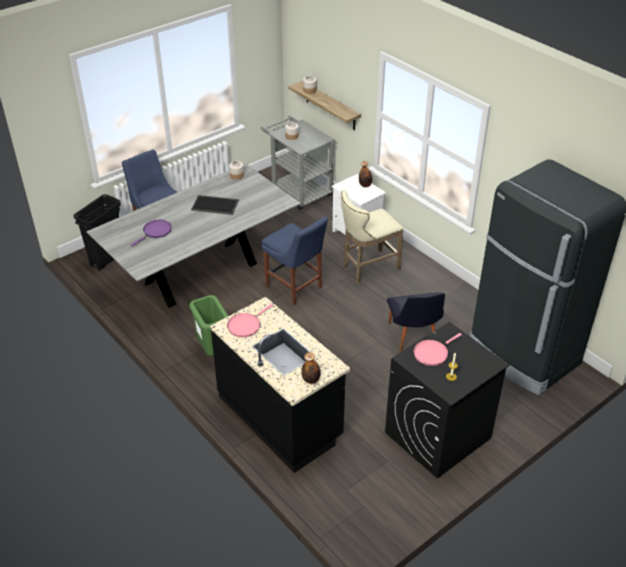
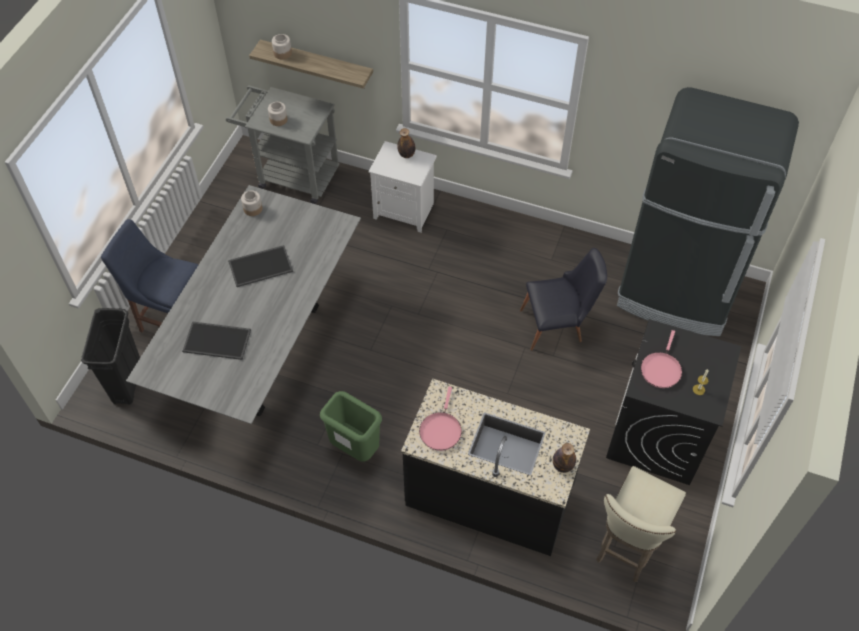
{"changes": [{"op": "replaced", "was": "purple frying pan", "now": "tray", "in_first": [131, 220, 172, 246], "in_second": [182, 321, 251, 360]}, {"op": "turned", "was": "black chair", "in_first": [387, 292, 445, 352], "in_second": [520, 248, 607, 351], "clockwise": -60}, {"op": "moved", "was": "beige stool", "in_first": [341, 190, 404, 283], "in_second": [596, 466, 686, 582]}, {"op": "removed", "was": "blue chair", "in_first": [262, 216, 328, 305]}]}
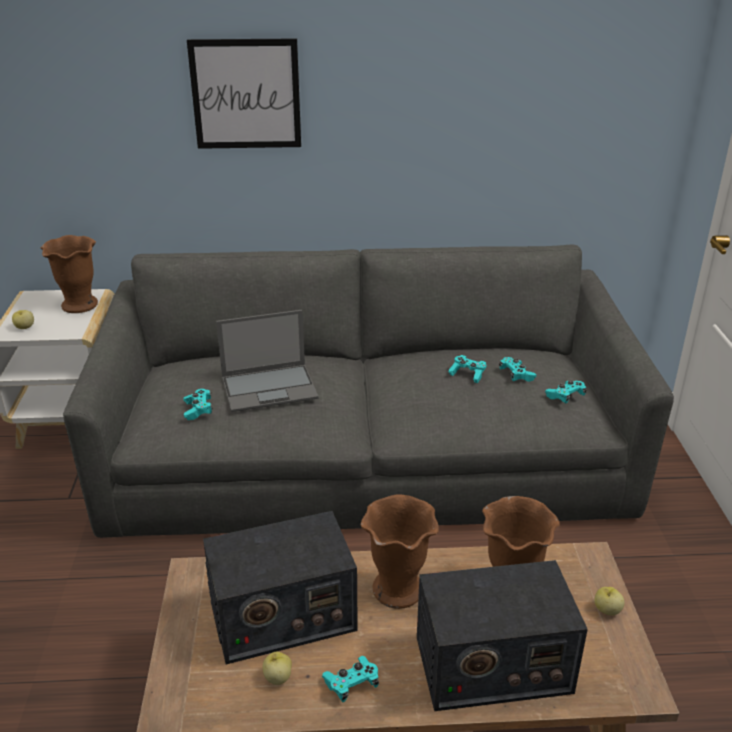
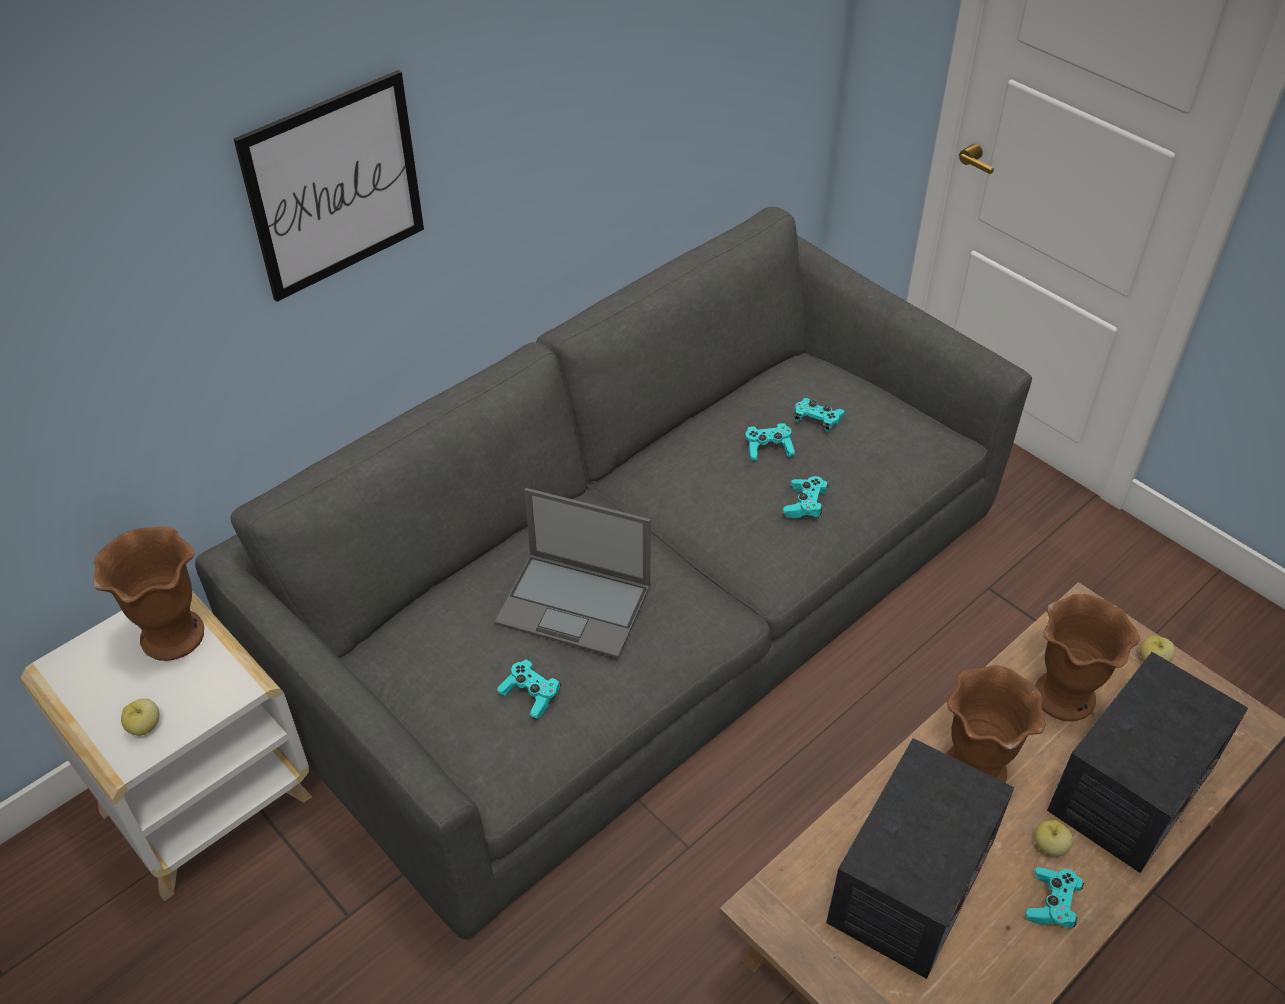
{"changes": [{"op": "turned", "was": "laptop", "in_first": [216, 310, 318, 412], "in_second": [495, 488, 651, 658], "clockwise": 75}, {"op": "moved", "was": "turquoise game controller", "in_first": [545, 380, 587, 404], "in_second": [783, 476, 829, 518]}, {"op": "moved", "was": "apple", "in_first": [262, 652, 292, 685], "in_second": [1035, 820, 1073, 856]}]}
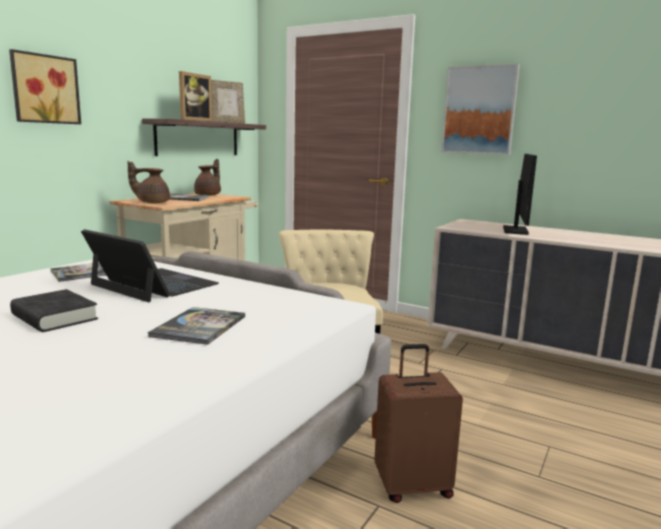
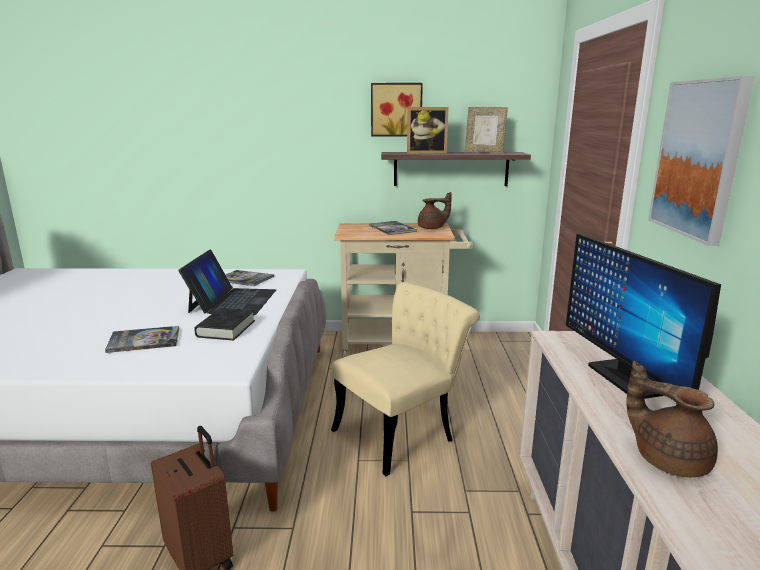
{"changes": [{"op": "moved", "was": "black book", "in_first": [10, 289, 98, 332], "in_second": [194, 308, 255, 340]}, {"op": "moved", "was": "picture", "in_first": [9, 49, 81, 124], "in_second": [371, 83, 423, 137]}, {"op": "turned", "was": "monitor", "in_first": [503, 154, 537, 235], "in_second": [566, 233, 721, 399], "clockwise": 90}, {"op": "moved", "was": "brown teapot", "in_first": [127, 161, 170, 203], "in_second": [626, 361, 718, 477]}]}
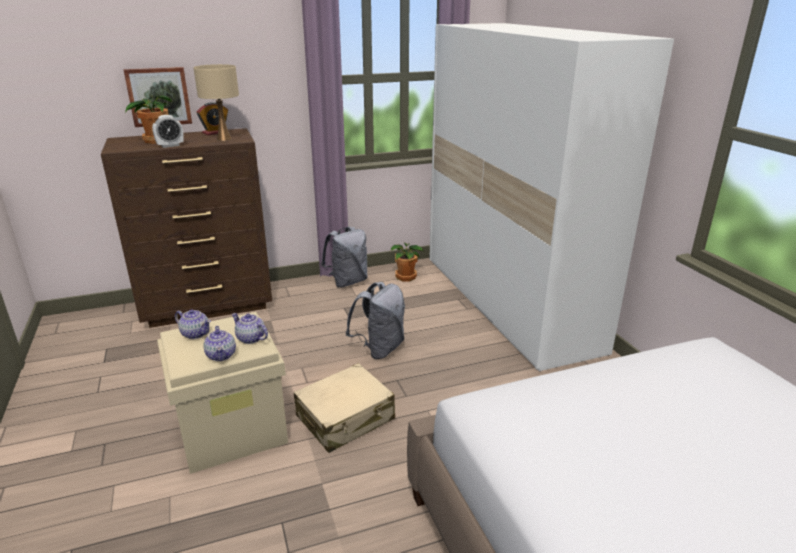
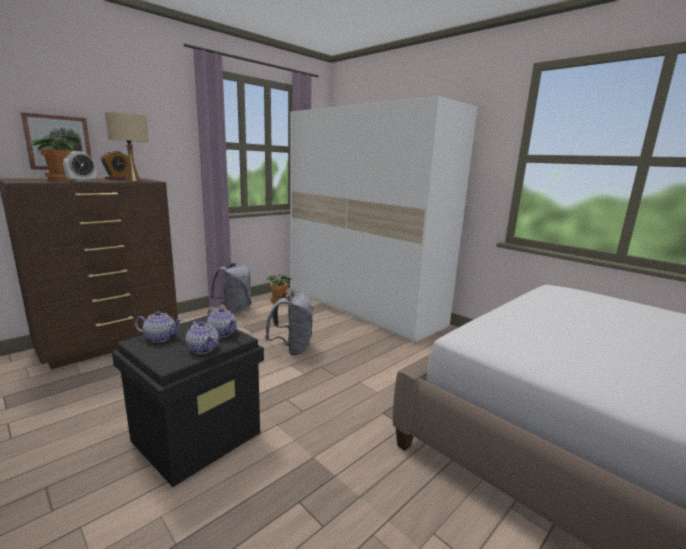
{"changes": [{"op": "recoloured", "was": "beige storage box", "now": "black storage box", "in_first": [157, 312, 288, 474], "in_second": [112, 316, 264, 487]}, {"op": "turned", "was": "teapot", "in_first": [232, 313, 268, 344], "in_second": [207, 308, 237, 338], "clockwise": -150}, {"op": "removed", "was": "beige suitcase", "in_first": [294, 363, 395, 453]}]}
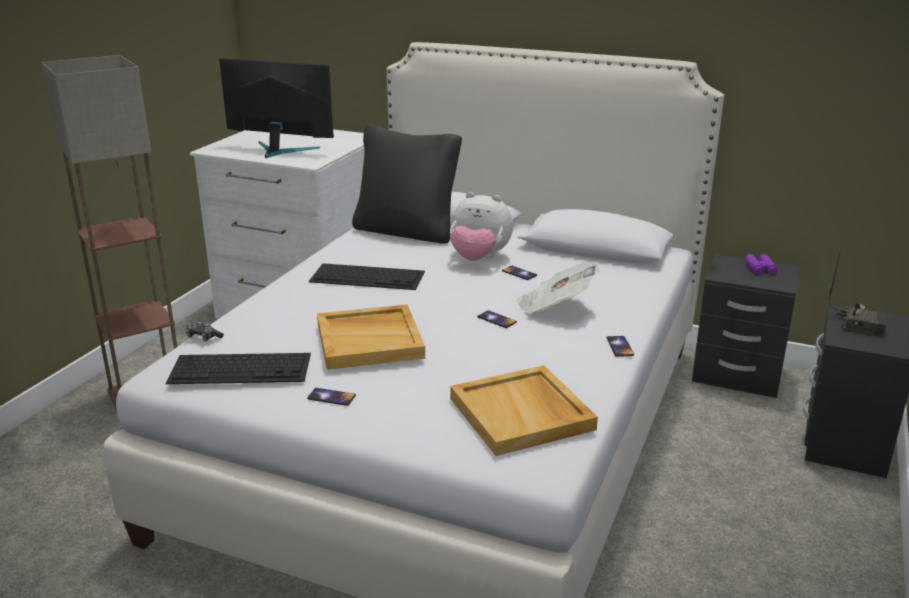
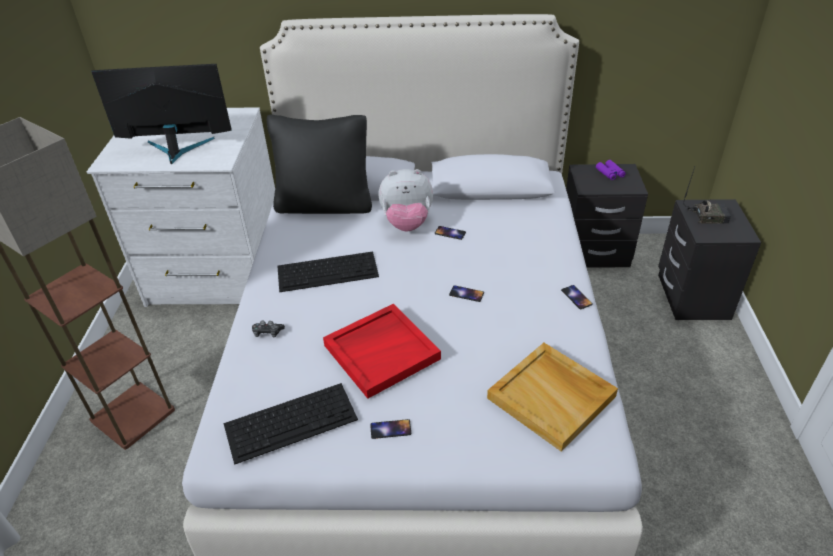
{"changes": [{"op": "moved", "was": "game controller", "in_first": [185, 321, 224, 342], "in_second": [252, 320, 285, 337]}, {"op": "recoloured", "was": "beige tray", "now": "red tray", "in_first": [317, 304, 425, 370], "in_second": [323, 304, 441, 399]}, {"op": "removed", "was": "newspaper", "in_first": [516, 263, 599, 315]}]}
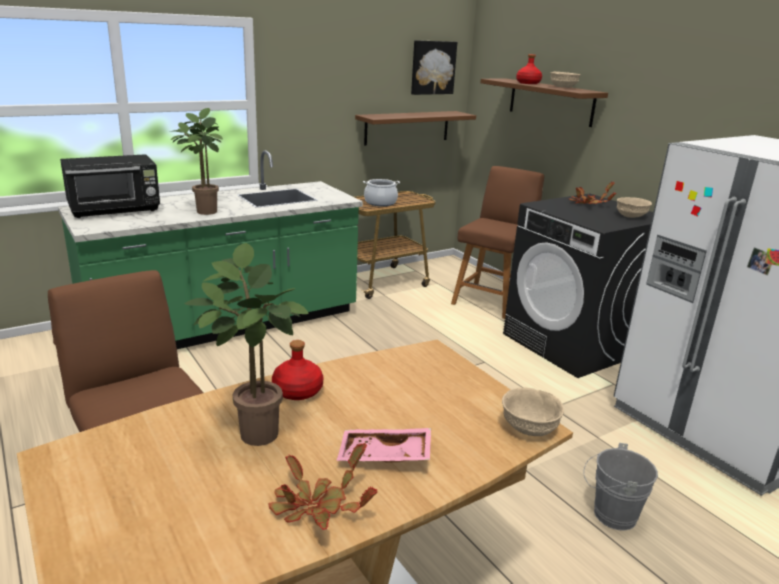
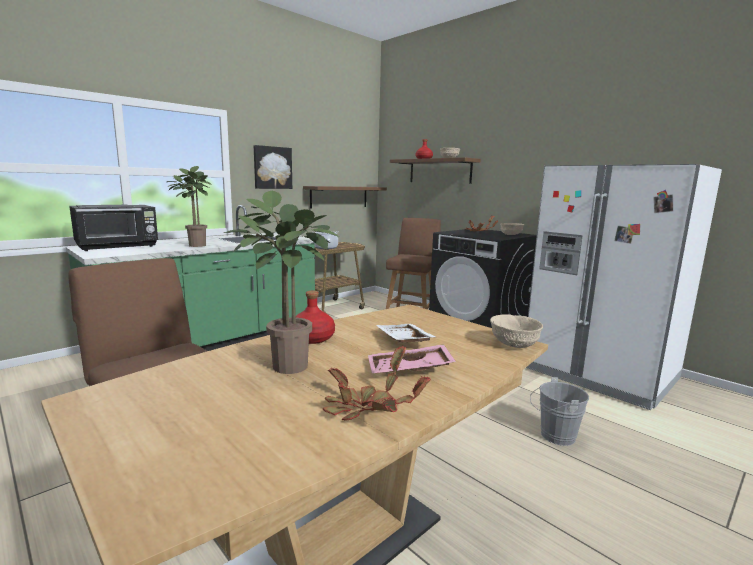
{"changes": [{"op": "moved", "was": "picture", "in_first": [411, 40, 457, 95], "in_second": [254, 145, 292, 189]}, {"op": "added", "now": "white tray", "in_second": [376, 324, 436, 343]}]}
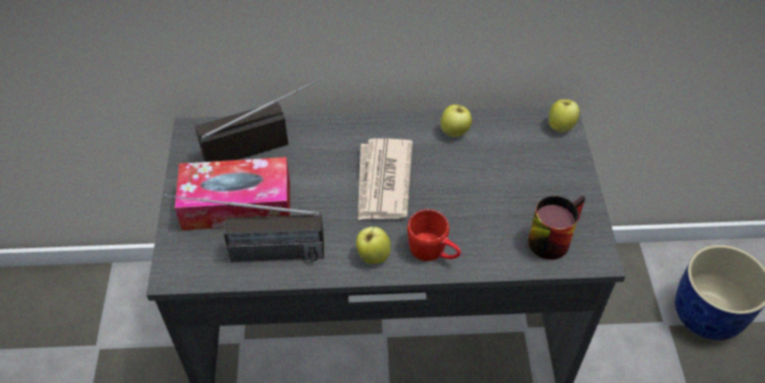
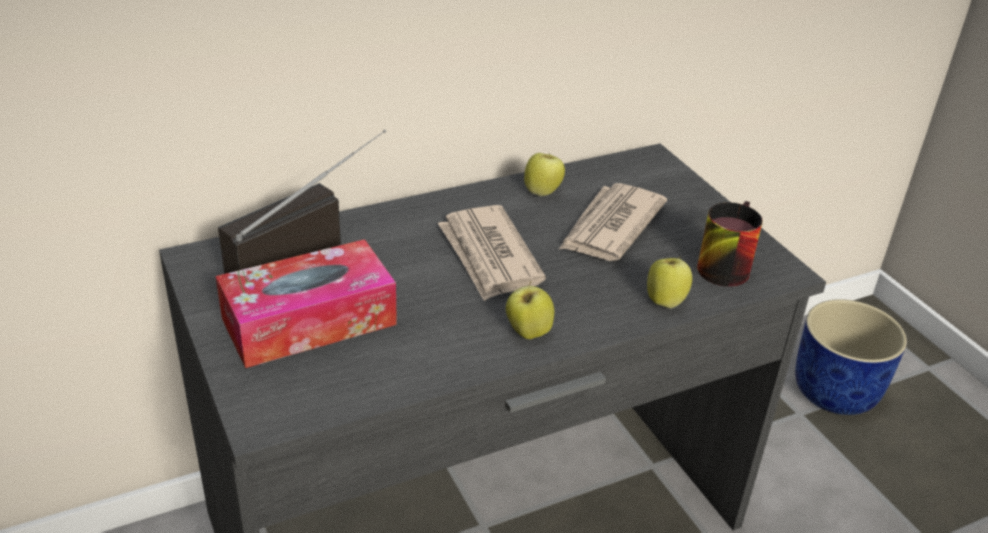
{"changes": [{"op": "added", "now": "newspaper", "in_second": [558, 183, 667, 261]}, {"op": "moved", "was": "apple", "in_first": [549, 99, 580, 133], "in_second": [647, 256, 692, 308]}, {"op": "removed", "was": "radio", "in_first": [165, 195, 324, 262]}, {"op": "removed", "was": "red mug", "in_first": [407, 209, 461, 261]}]}
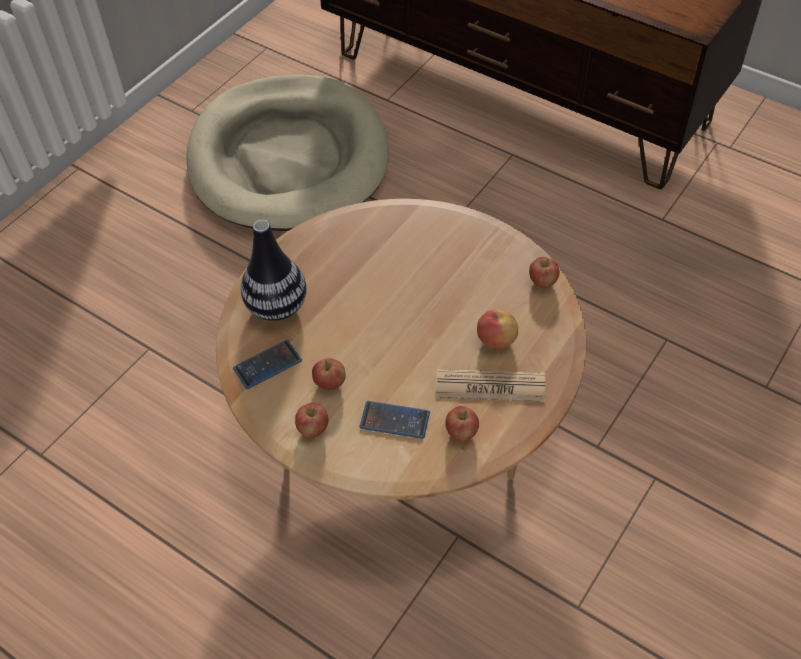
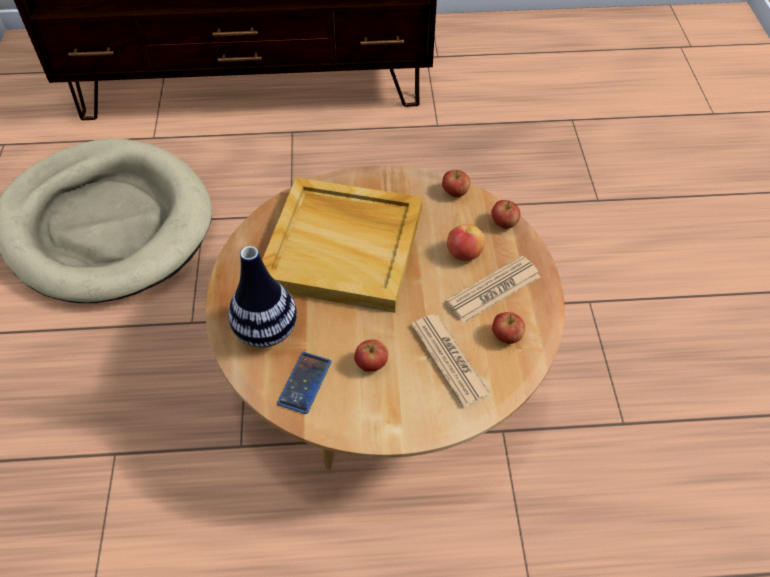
{"changes": [{"op": "added", "now": "beige tray", "in_second": [262, 177, 422, 313]}, {"op": "replaced", "was": "phone", "now": "newspaper", "in_first": [360, 401, 430, 439], "in_second": [411, 315, 491, 408]}, {"op": "moved", "was": "apple", "in_first": [295, 403, 329, 438], "in_second": [491, 200, 521, 229]}]}
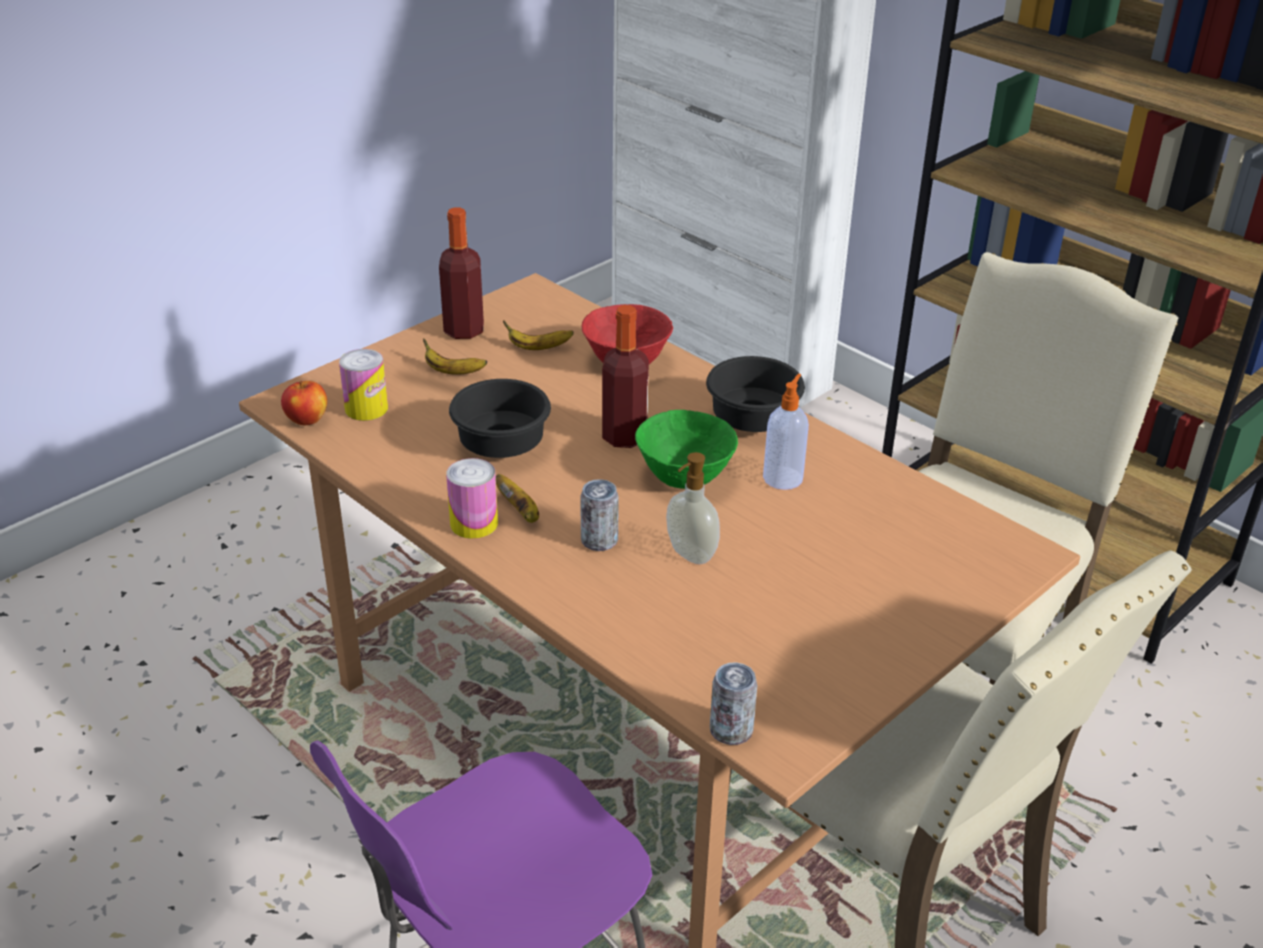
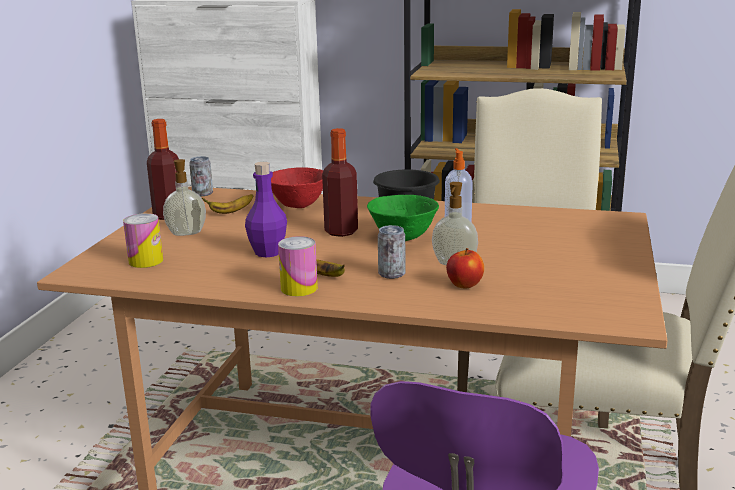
{"changes": [{"op": "replaced", "was": "banana", "now": "soap dispenser", "in_first": [423, 338, 487, 375], "in_second": [163, 159, 206, 236]}, {"op": "moved", "was": "can", "in_first": [710, 662, 757, 745], "in_second": [189, 156, 213, 196]}, {"op": "replaced", "was": "black bowl", "now": "purple bottle", "in_first": [449, 379, 551, 458], "in_second": [245, 162, 287, 258]}, {"op": "moved", "was": "apple", "in_first": [281, 381, 327, 425], "in_second": [446, 248, 484, 289]}]}
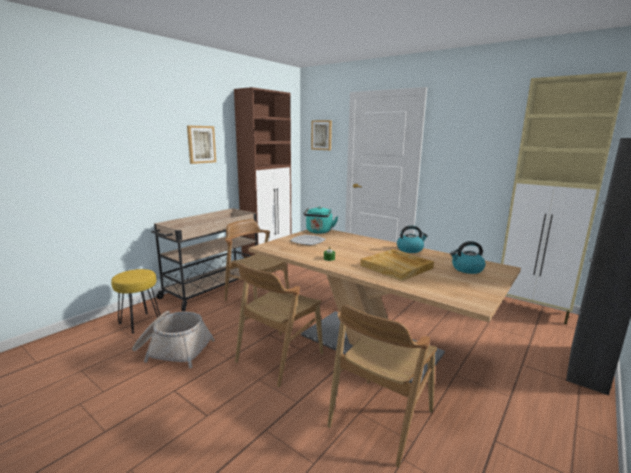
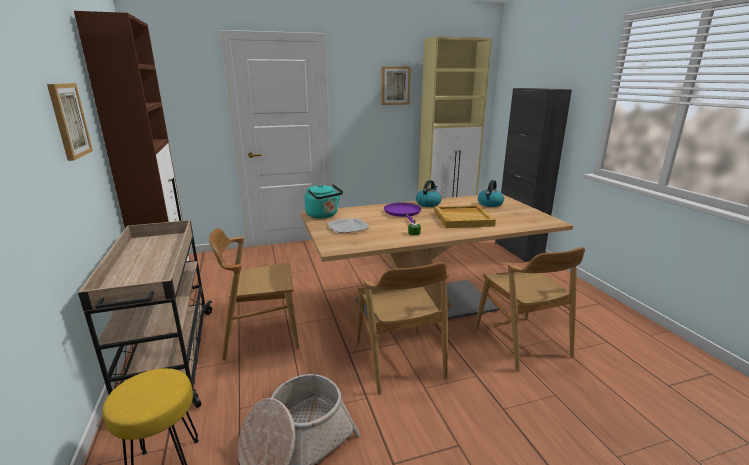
{"changes": [{"op": "moved", "was": "picture", "in_first": [311, 120, 332, 150], "in_second": [381, 66, 411, 105]}, {"op": "added", "now": "purple frying pan", "in_second": [384, 203, 421, 223]}]}
